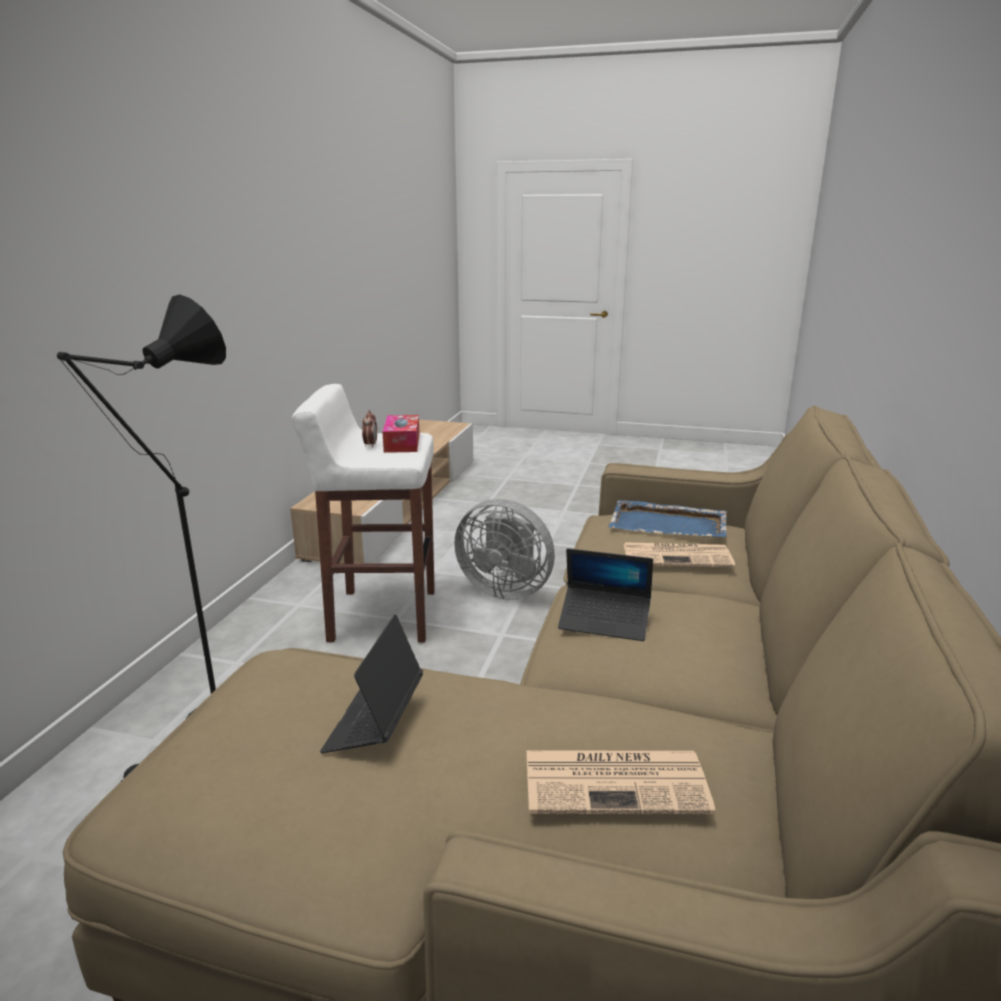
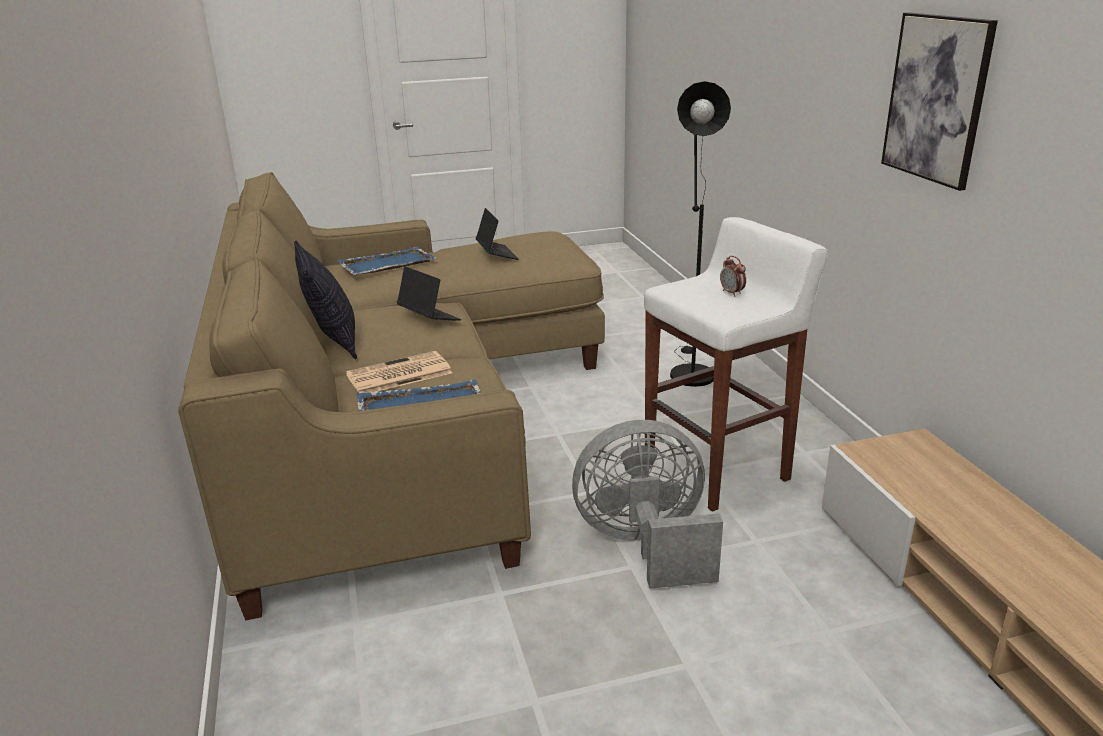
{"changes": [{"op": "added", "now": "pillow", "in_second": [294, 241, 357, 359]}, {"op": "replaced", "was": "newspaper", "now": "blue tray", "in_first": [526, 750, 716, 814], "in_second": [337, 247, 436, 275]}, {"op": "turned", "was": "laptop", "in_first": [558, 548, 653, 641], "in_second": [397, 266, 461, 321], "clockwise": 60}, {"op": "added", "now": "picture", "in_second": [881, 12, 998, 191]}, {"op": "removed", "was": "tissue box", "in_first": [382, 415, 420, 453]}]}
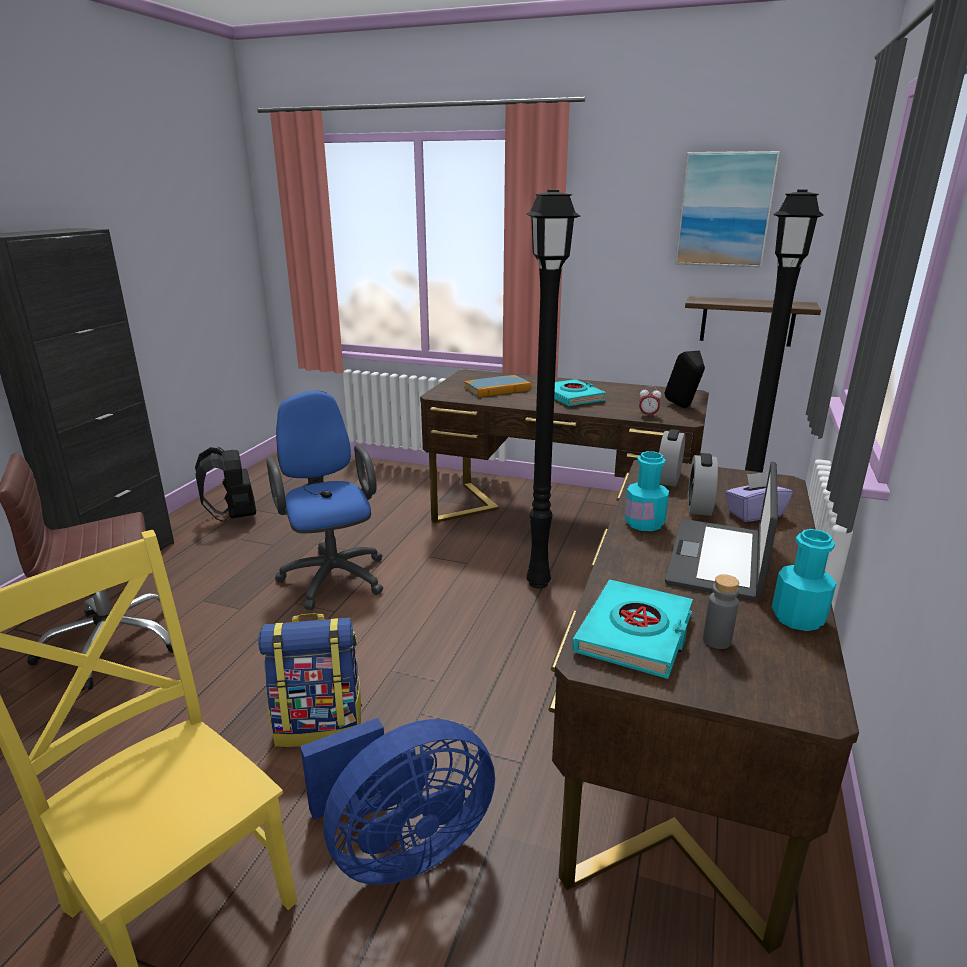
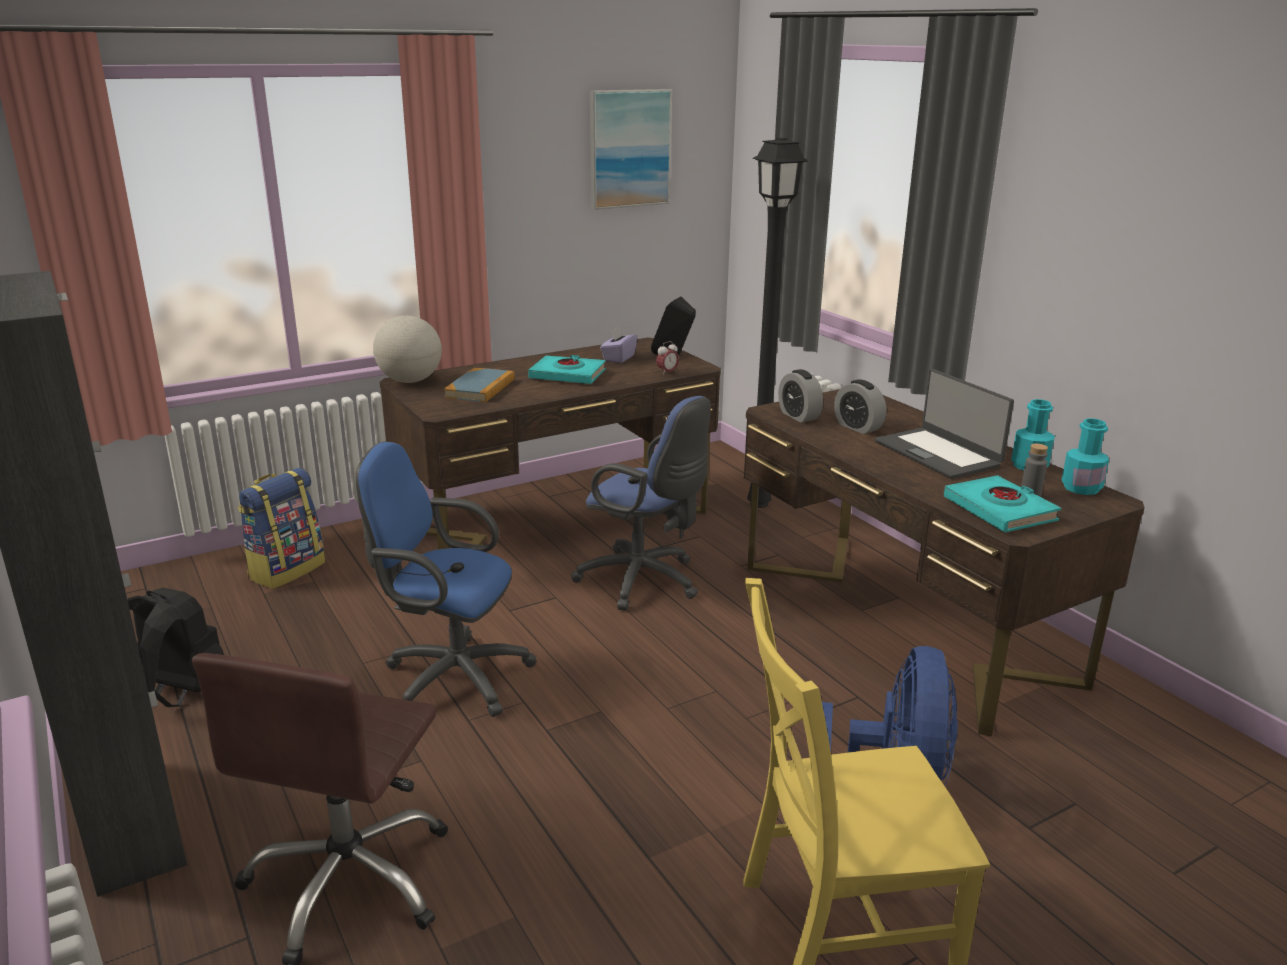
{"changes": [{"op": "moved", "was": "backpack", "in_first": [258, 613, 363, 747], "in_second": [238, 468, 325, 589]}, {"op": "added", "now": "globe", "in_second": [373, 315, 442, 383]}, {"op": "replaced", "was": "black floor lamp", "now": "blue office chair", "in_first": [526, 190, 580, 589], "in_second": [571, 396, 711, 611]}, {"op": "moved", "was": "purple tissue box", "in_first": [725, 472, 793, 522], "in_second": [600, 327, 637, 363]}, {"op": "moved", "was": "turquoise bottle", "in_first": [625, 451, 669, 531], "in_second": [1062, 418, 1109, 495]}, {"op": "removed", "was": "shelf", "in_first": [685, 296, 821, 347]}]}
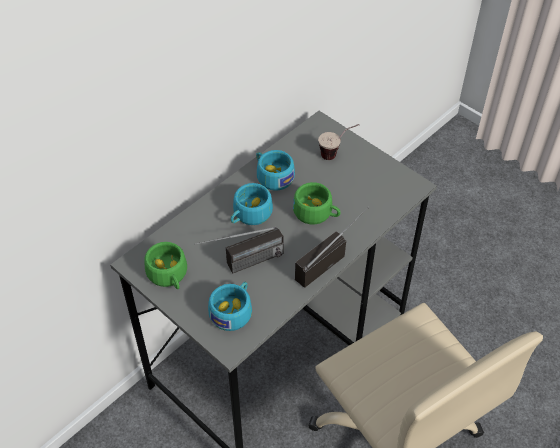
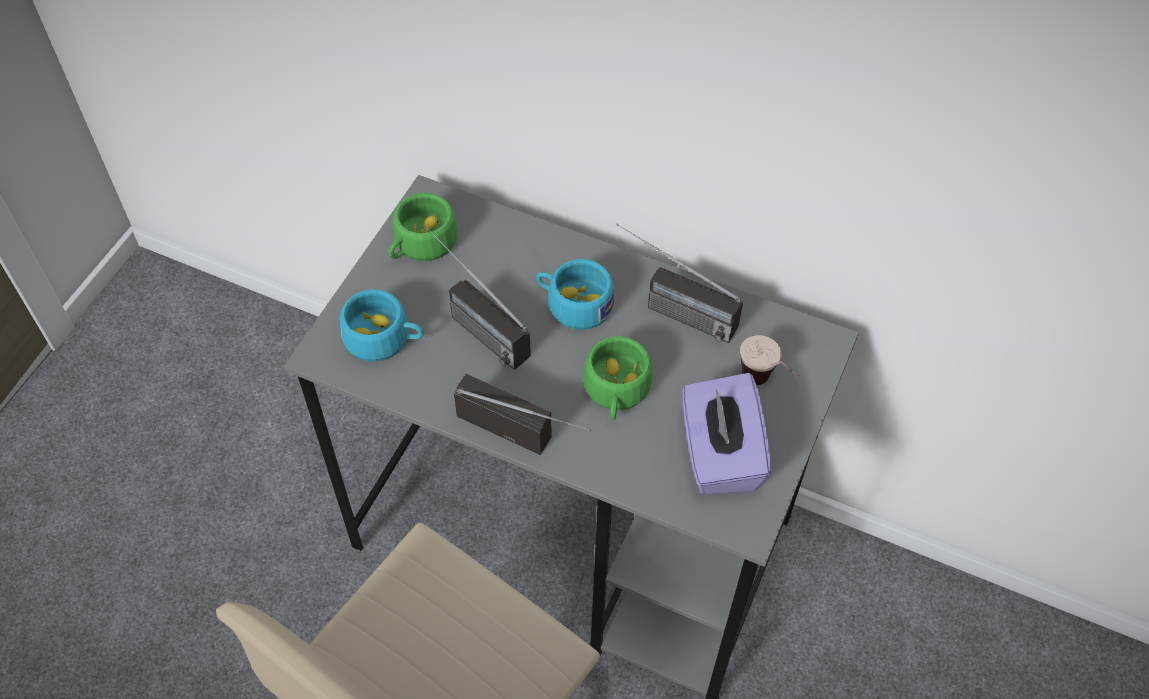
{"changes": [{"op": "replaced", "was": "turquoise cup", "now": "radio", "in_first": [256, 150, 295, 191], "in_second": [616, 224, 743, 343]}, {"op": "added", "now": "purple tissue box", "in_second": [683, 373, 771, 494]}]}
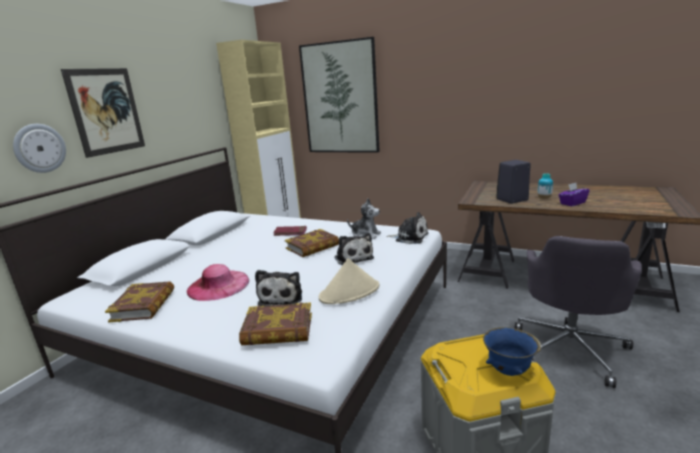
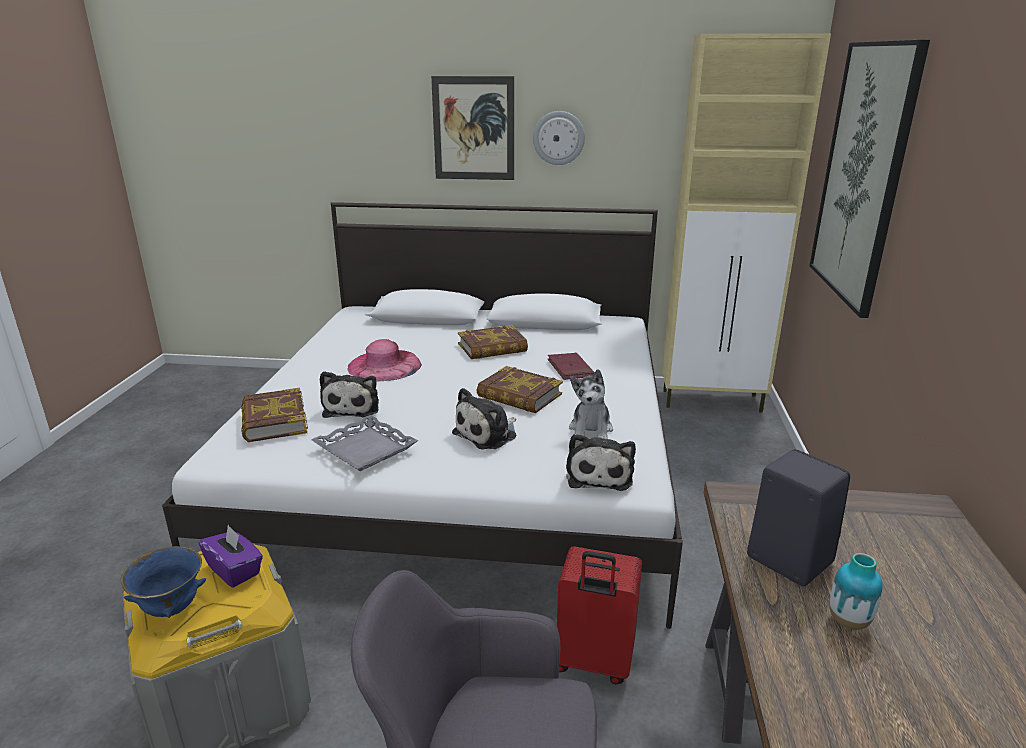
{"changes": [{"op": "moved", "was": "purple tissue box", "in_first": [558, 183, 590, 206], "in_second": [199, 525, 263, 588]}, {"op": "replaced", "was": "beige hat", "now": "grey tray", "in_first": [319, 258, 379, 304], "in_second": [312, 415, 418, 471]}, {"op": "turned", "was": "plush toy", "in_first": [255, 270, 302, 306], "in_second": [320, 371, 379, 418], "clockwise": -75}, {"op": "moved", "was": "book", "in_first": [105, 281, 174, 322], "in_second": [458, 325, 528, 359]}, {"op": "moved", "was": "wall clock", "in_first": [13, 124, 66, 173], "in_second": [533, 111, 585, 165]}, {"op": "added", "now": "red suitcase", "in_second": [557, 546, 642, 684]}]}
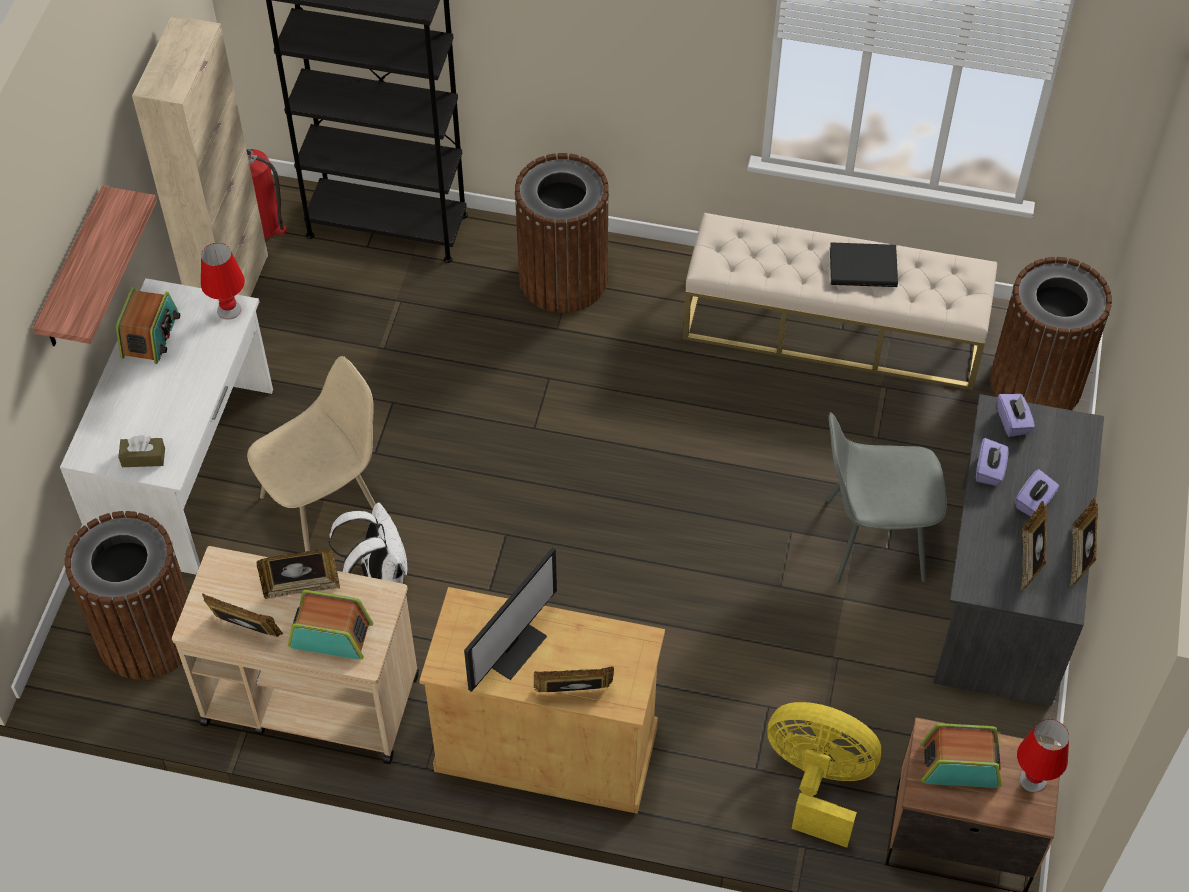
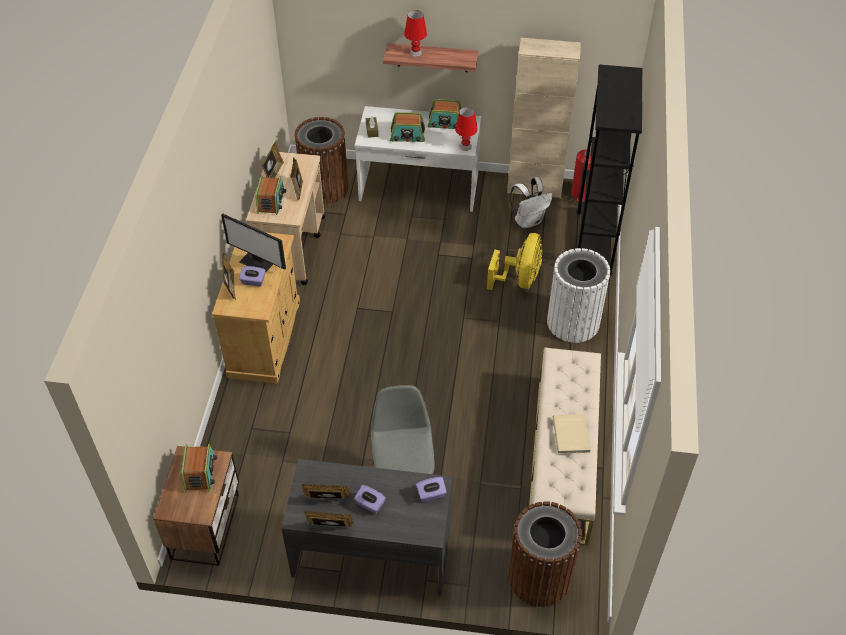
{"changes": [{"op": "moved", "was": "purple tissue box", "in_first": [976, 438, 1009, 486], "in_second": [239, 266, 266, 286]}, {"op": "added", "now": "radio", "in_second": [390, 112, 425, 142]}, {"op": "moved", "was": "red table lamp", "in_first": [1017, 719, 1069, 792], "in_second": [404, 10, 427, 57]}, {"op": "moved", "was": "yellow fan", "in_first": [767, 702, 881, 848], "in_second": [487, 233, 542, 290]}, {"op": "moved", "was": "white backpack", "in_first": [329, 503, 408, 584], "in_second": [510, 177, 553, 229]}, {"op": "recoloured", "was": "brown trash can", "now": "white trash can", "in_first": [514, 153, 610, 313], "in_second": [547, 248, 610, 343]}, {"op": "recoloured", "was": "black book", "now": "beige book", "in_first": [830, 242, 898, 287], "in_second": [553, 414, 591, 454]}, {"op": "removed", "was": "beige chair", "in_first": [247, 356, 375, 552]}]}
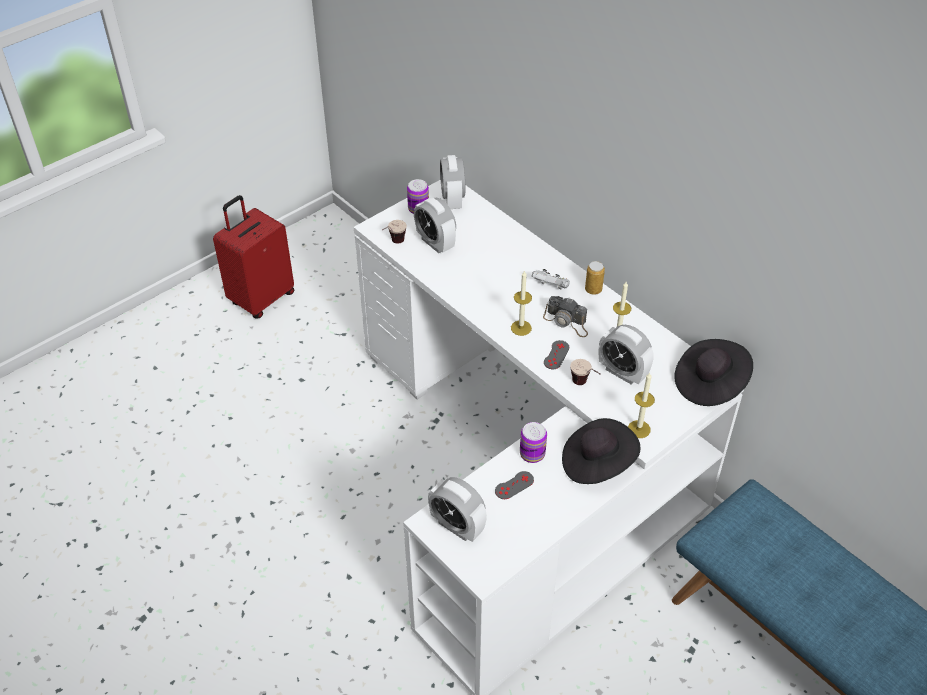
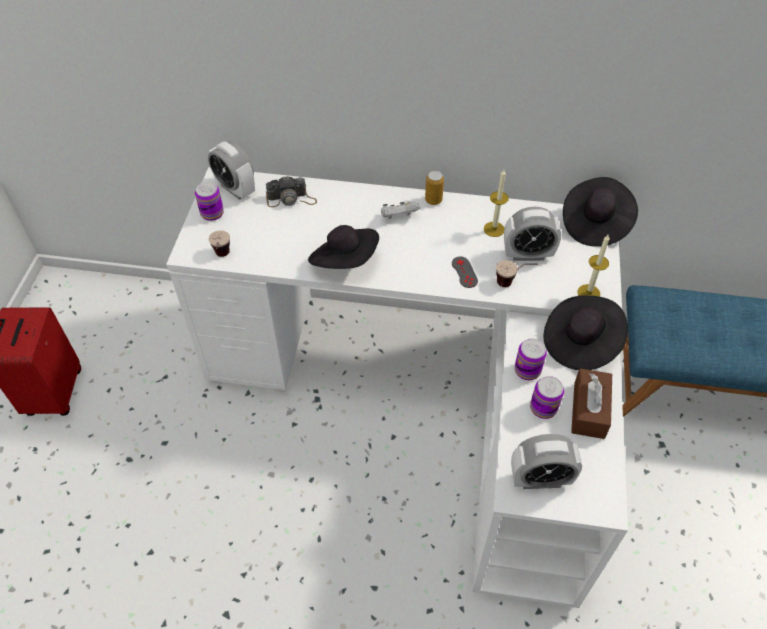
{"changes": [{"op": "moved", "was": "photo camera", "in_first": [543, 296, 588, 337], "in_second": [266, 176, 317, 207]}, {"op": "added", "now": "black hat", "in_second": [308, 225, 379, 269]}, {"op": "replaced", "was": "grey game controller", "now": "can", "in_first": [495, 471, 534, 499], "in_second": [530, 376, 564, 419]}, {"op": "added", "now": "brown tissue box", "in_second": [571, 368, 612, 439]}, {"op": "removed", "was": "alarm clock", "in_first": [414, 197, 456, 253]}, {"op": "removed", "was": "candle", "in_first": [511, 270, 532, 336]}]}
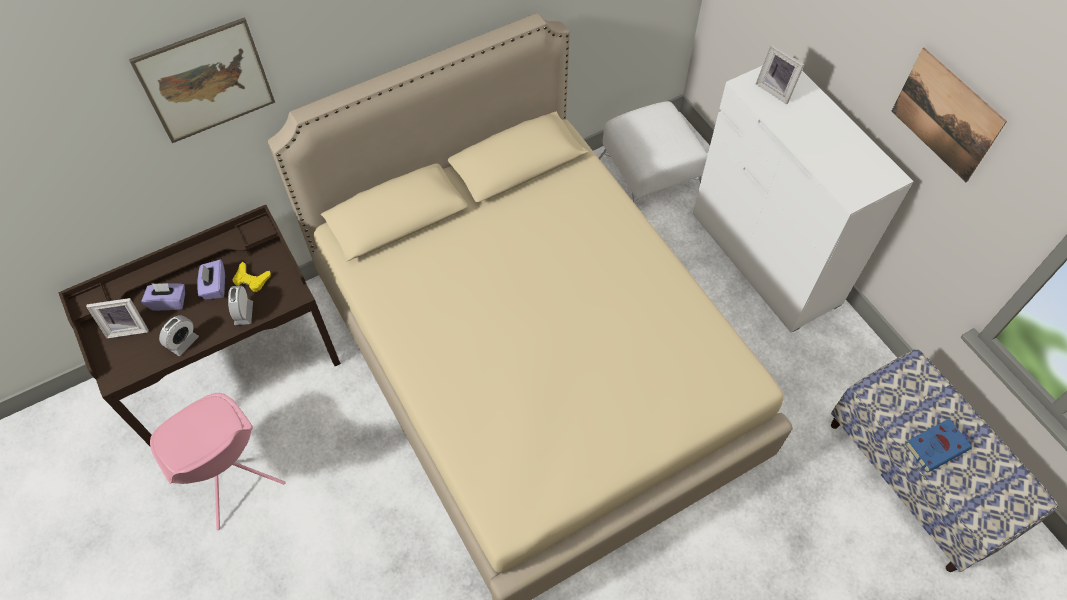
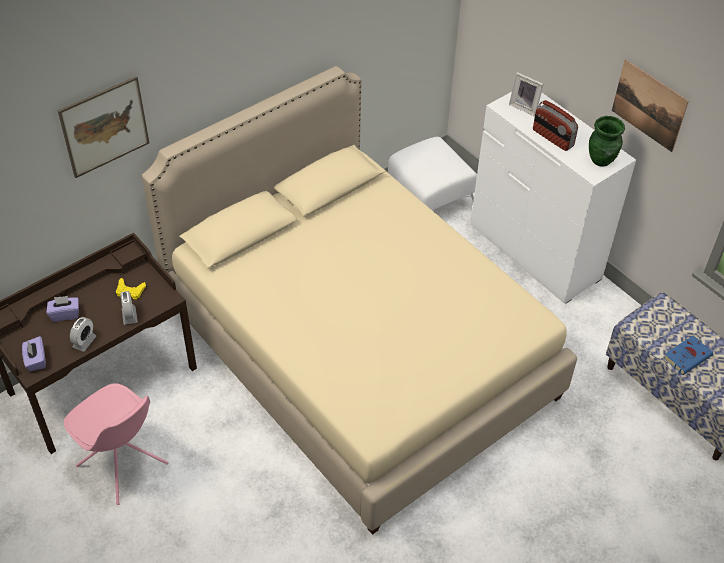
{"changes": [{"op": "moved", "was": "purple tissue box", "in_first": [197, 260, 225, 300], "in_second": [22, 336, 46, 371]}, {"op": "added", "now": "radio", "in_second": [533, 100, 578, 151]}, {"op": "added", "now": "green vase", "in_second": [589, 116, 625, 167]}, {"op": "removed", "was": "picture frame", "in_first": [86, 298, 149, 338]}]}
